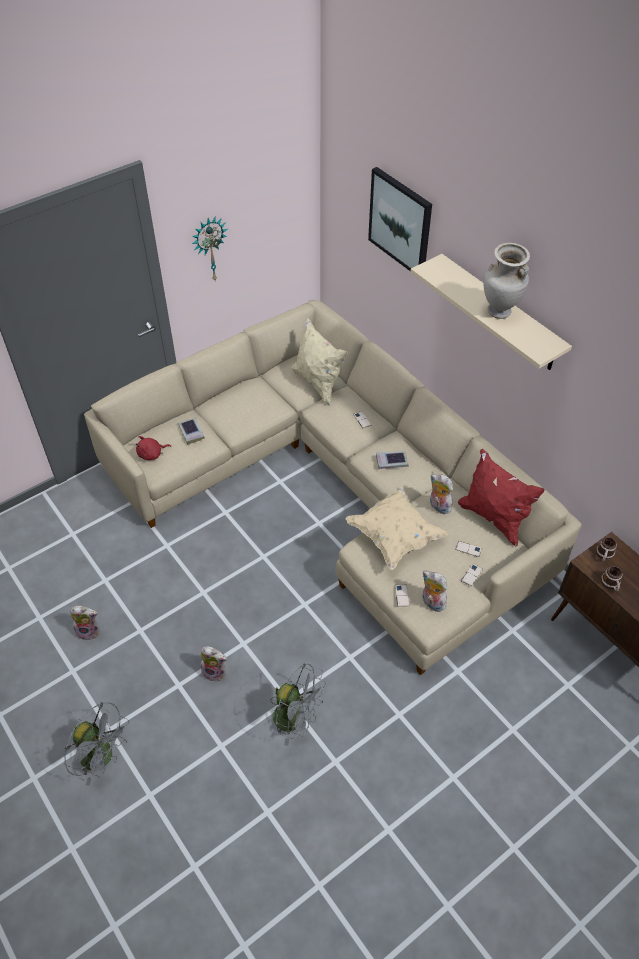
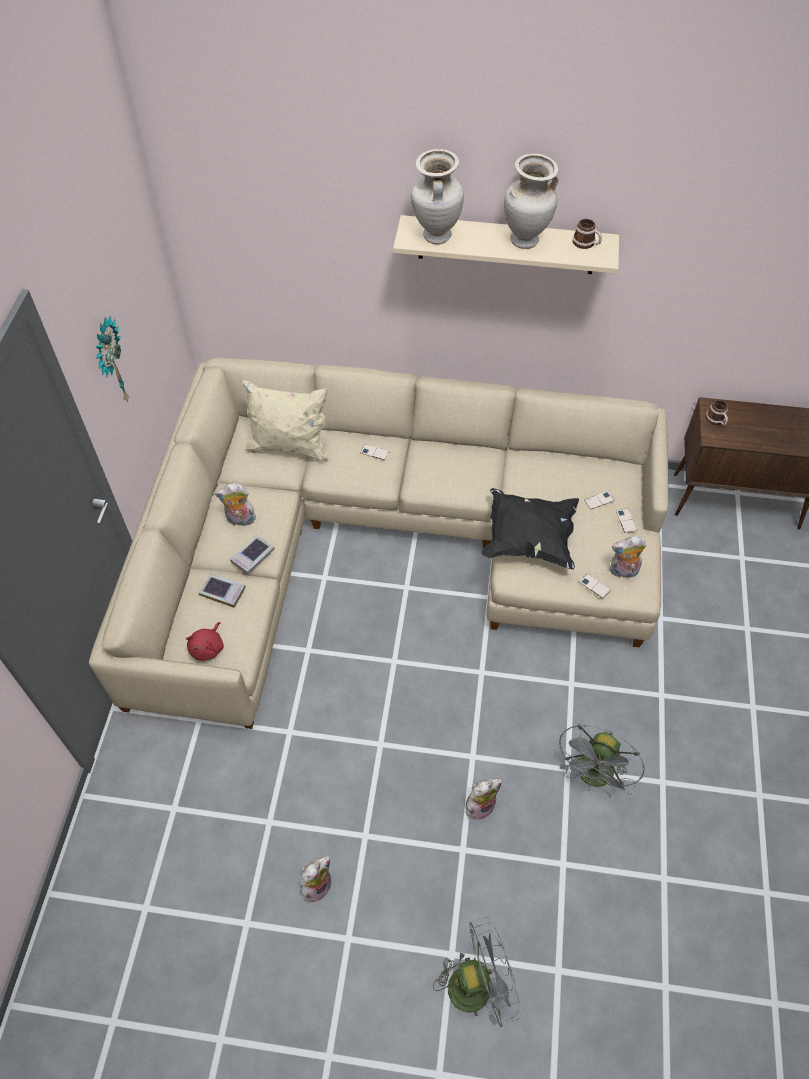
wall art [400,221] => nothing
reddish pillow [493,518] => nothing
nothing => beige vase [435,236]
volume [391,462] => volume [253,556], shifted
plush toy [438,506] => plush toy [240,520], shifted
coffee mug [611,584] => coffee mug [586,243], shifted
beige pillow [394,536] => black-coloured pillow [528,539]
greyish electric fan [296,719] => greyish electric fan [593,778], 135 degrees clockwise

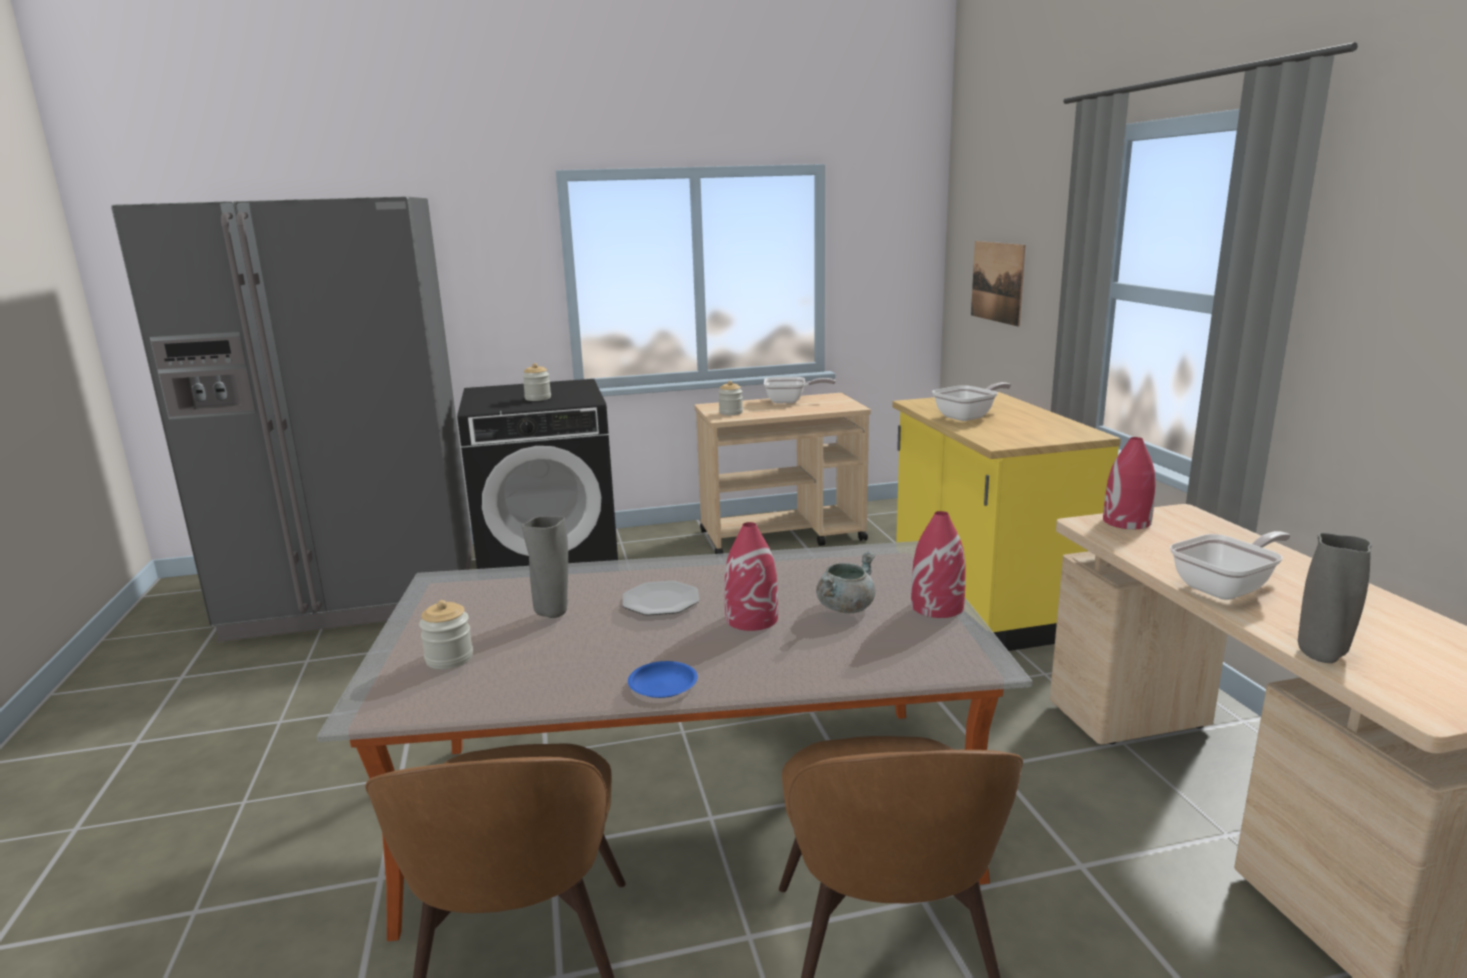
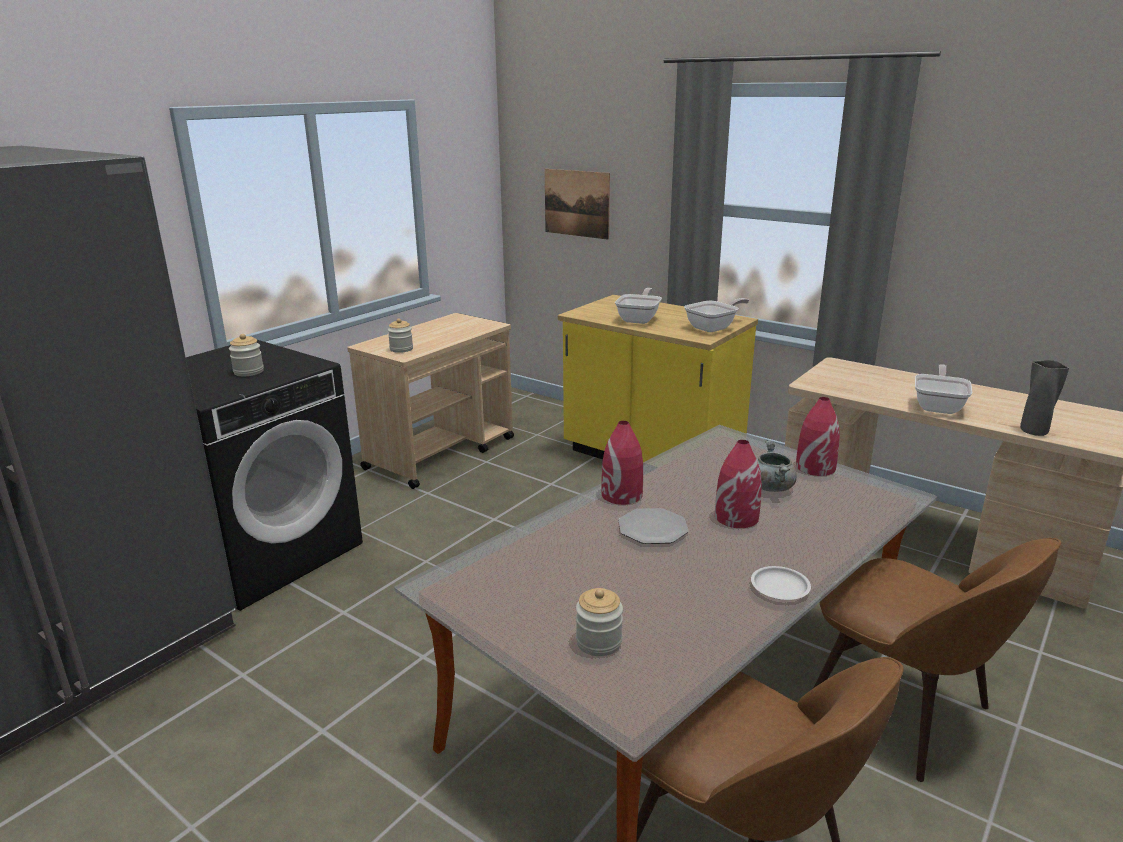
greyish vase [552,613] => nothing
pan [790,401] => pan [714,328], shifted
reddish vase [1126,522] => reddish vase [622,495], shifted
blue dinner plate [662,684] => white-coloured dinner plate [779,587]

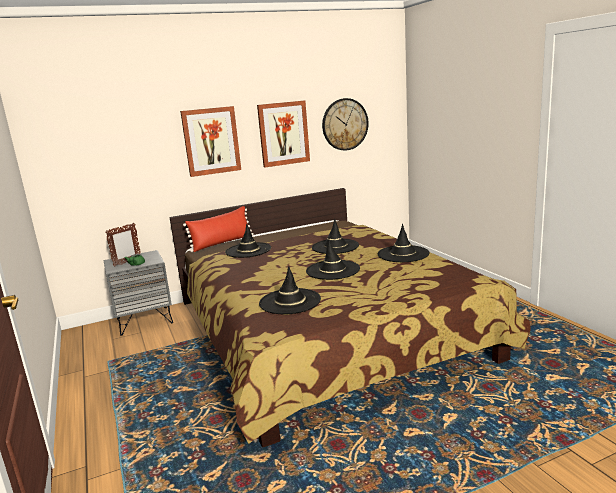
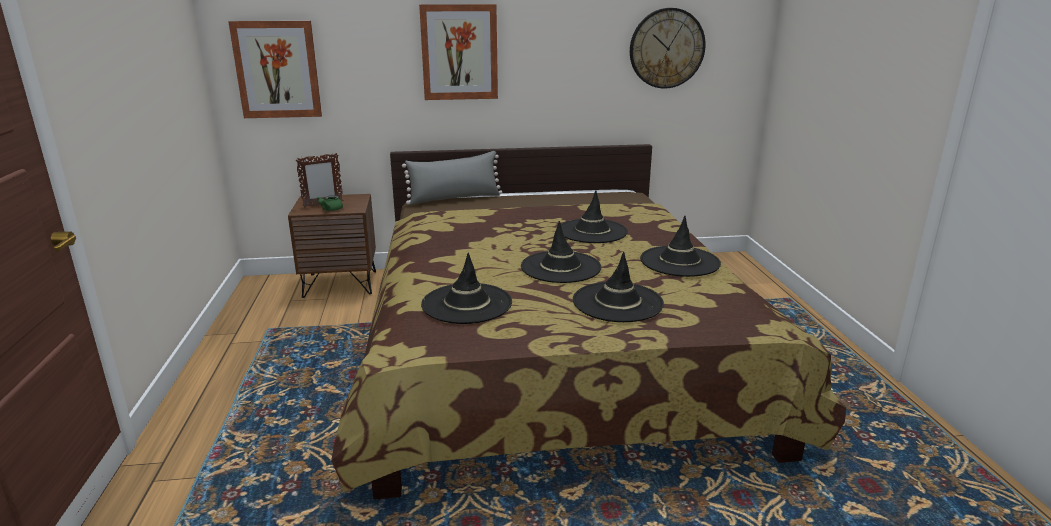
black-coloured hat [248,250] => black-coloured hat [617,302], shifted
wall art [283,133] => wall art [277,70], shifted
greyish night table [144,320] => brownish night table [341,284]
reddish pillow [222,243] => greyish pillow [454,198]

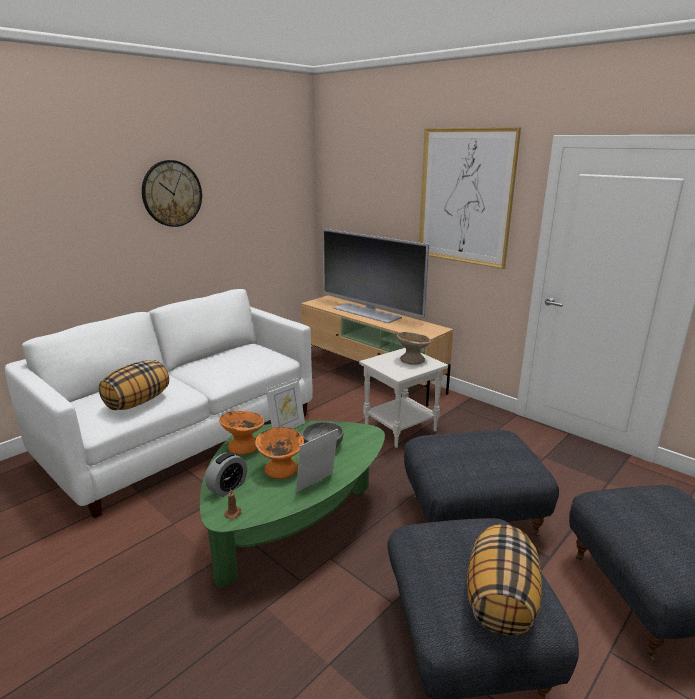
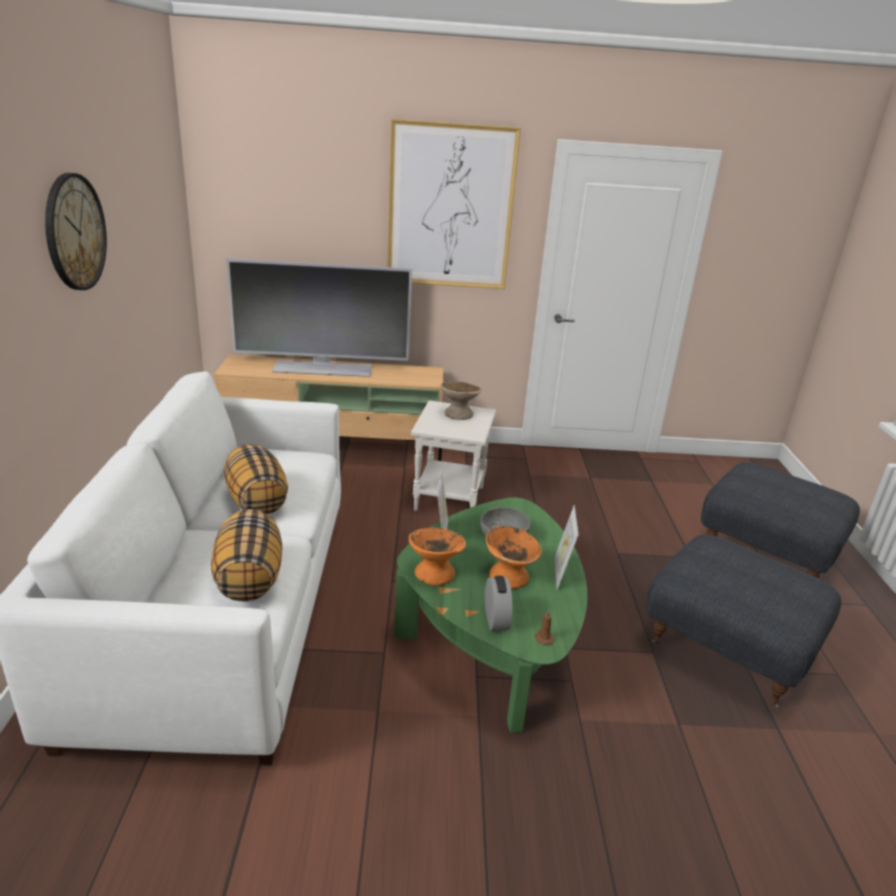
greyish footrest [472,515] => nothing
pillow [499,600] => pillow [256,501], shifted

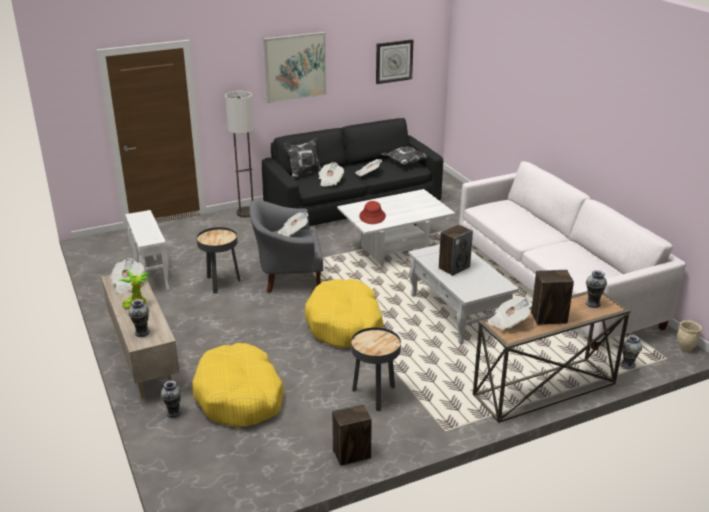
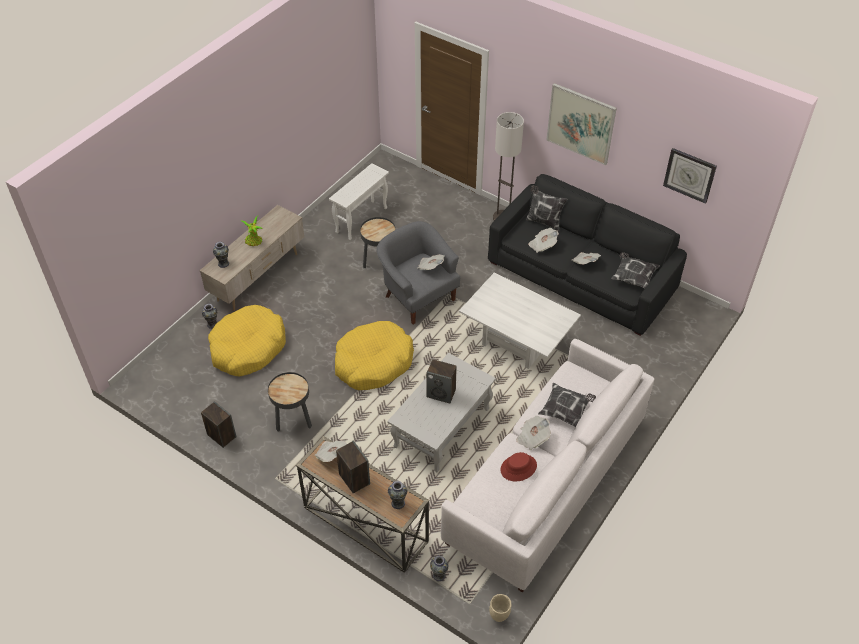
nothing => pillow [566,411]
printed paper [128,284] => printed paper [532,438], shifted
reddish hat [372,216] => reddish hat [518,468], shifted

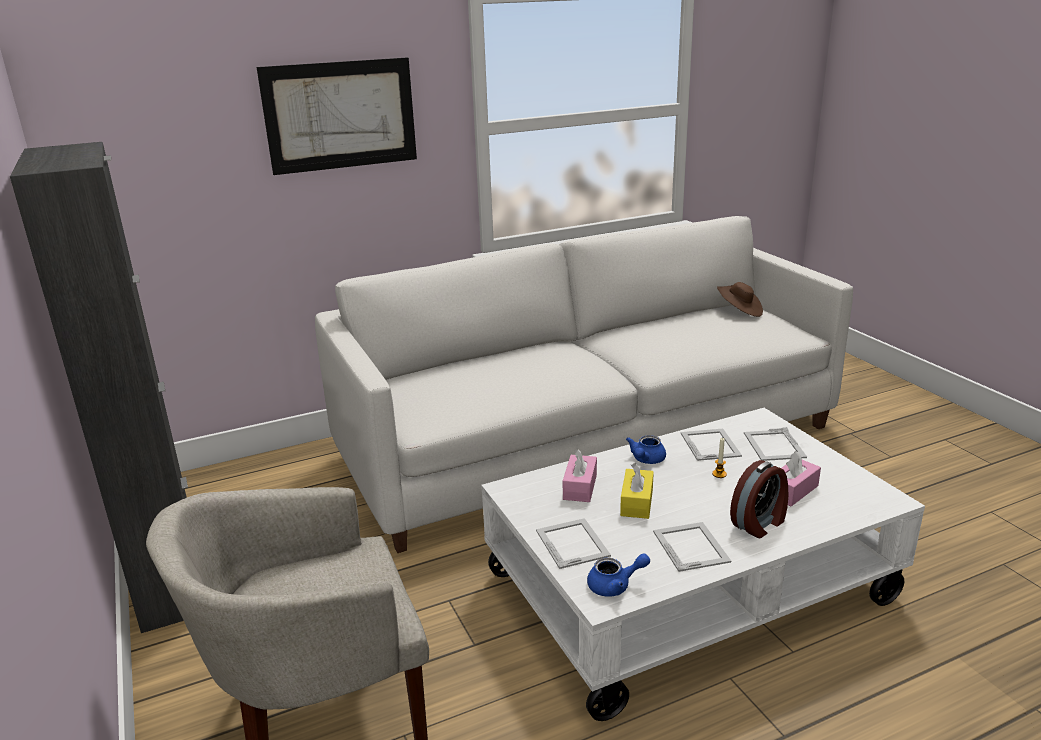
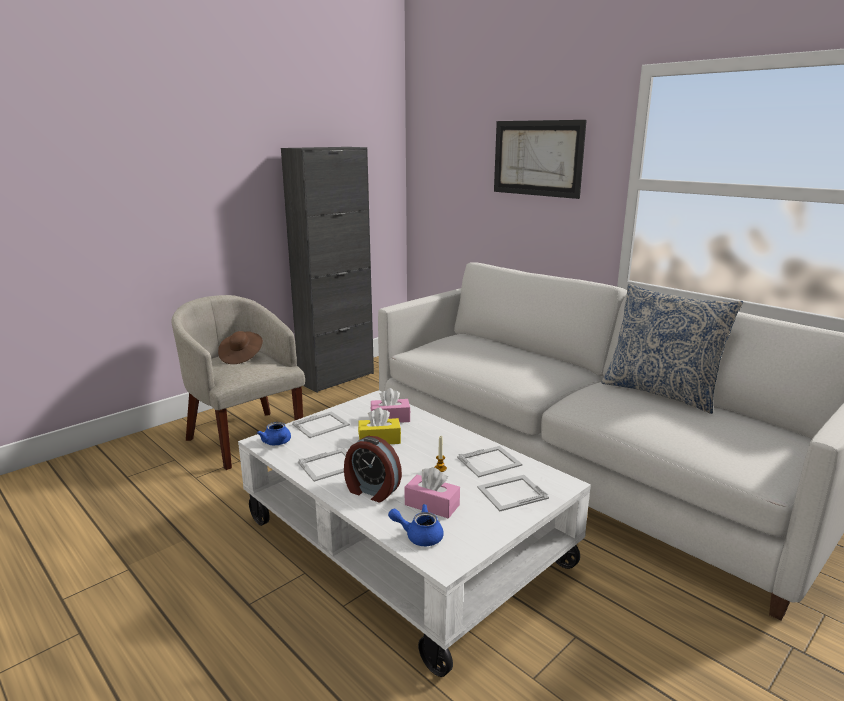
nothing => pillow [660,392]
blue teapot [646,460] => blue teapot [419,536], shifted
brownish hat [739,311] => brownish hat [241,357], shifted

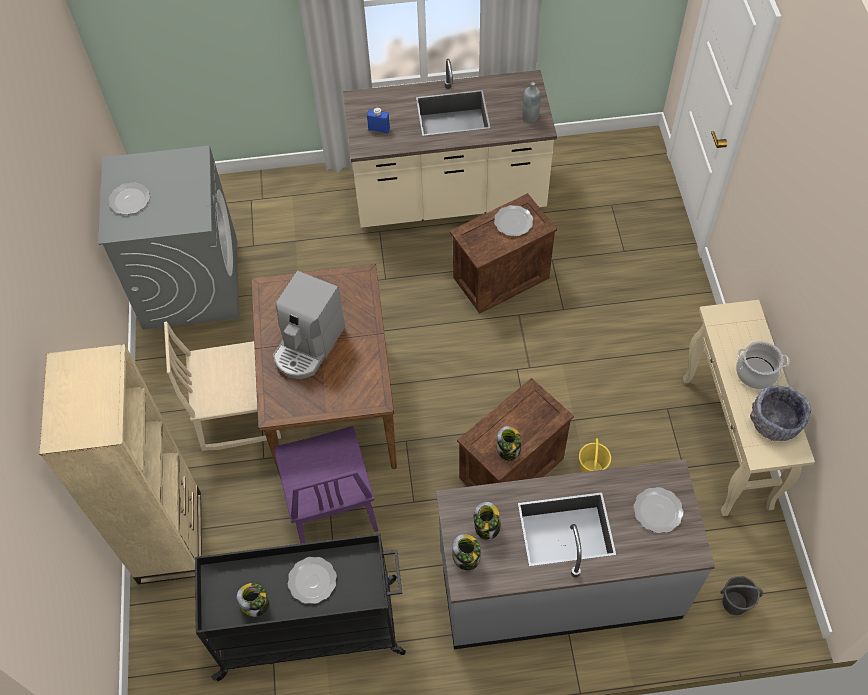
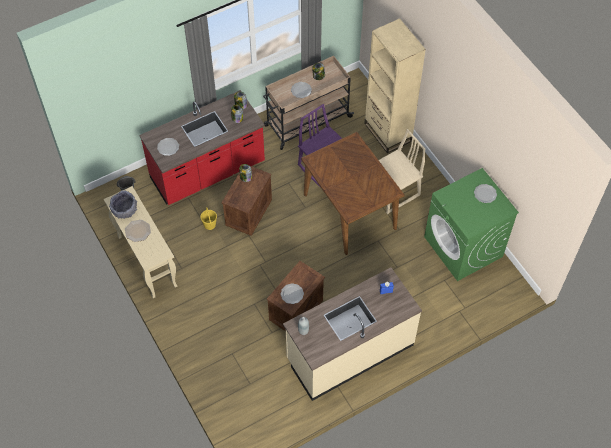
coffee machine [308,346] => nothing
saucepot [756,373] => dinner plate [138,231]
greyish laundry appliance [190,281] => greenish laundry appliance [463,247]
black-coloured cart [311,628] => beige cart [306,121]
greyish kitchen counter [559,585] => reddish kitchen counter [208,172]

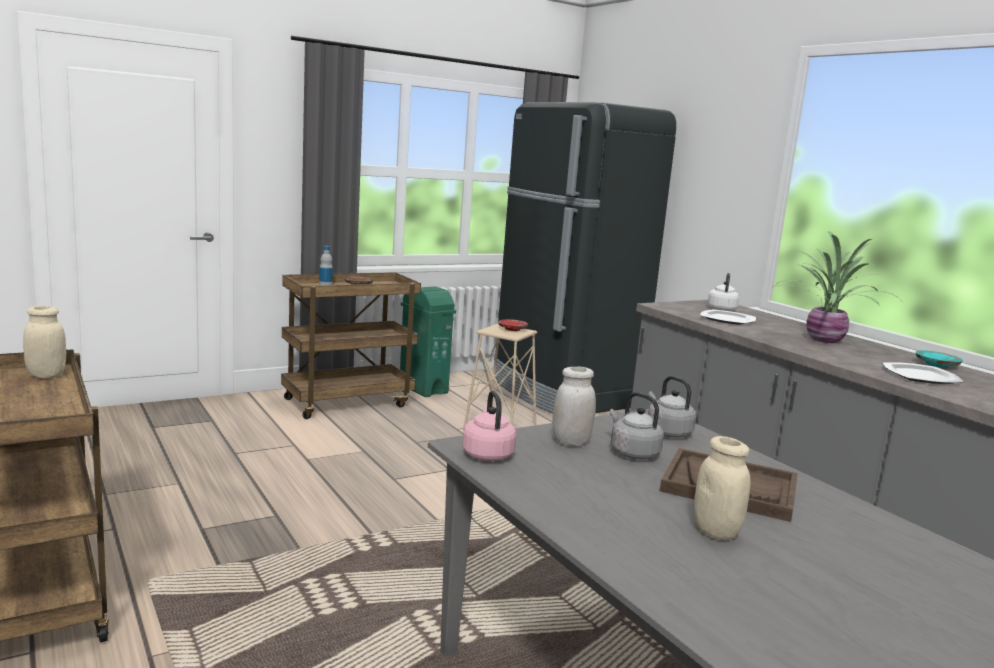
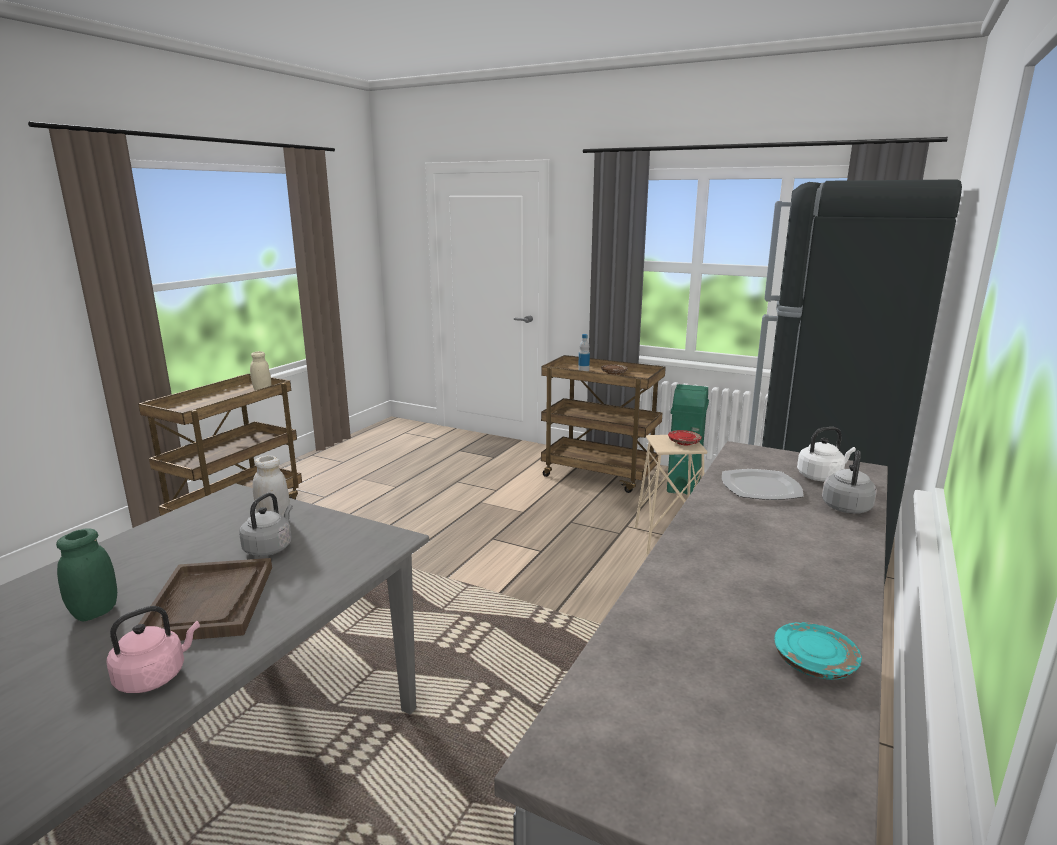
houseplant [823,340] => nothing
dinner plate [920,376] => nothing
pink tea kettle [487,454] => pink tea kettle [155,676], shifted
greyish tea kettle [667,432] => greyish tea kettle [846,506], shifted
beige jar [716,532] => greenish jar [95,612]

